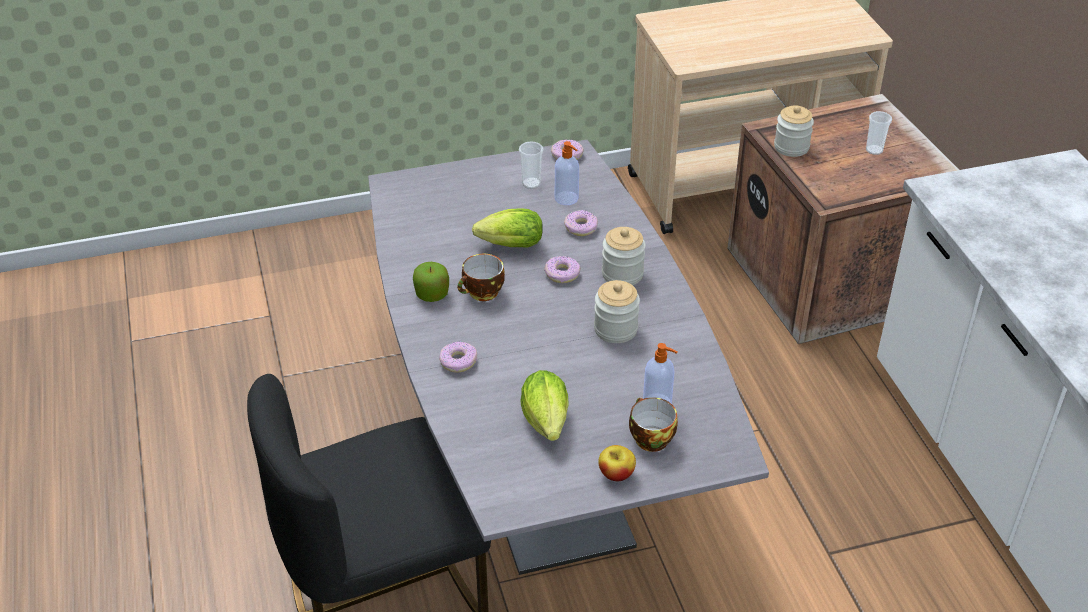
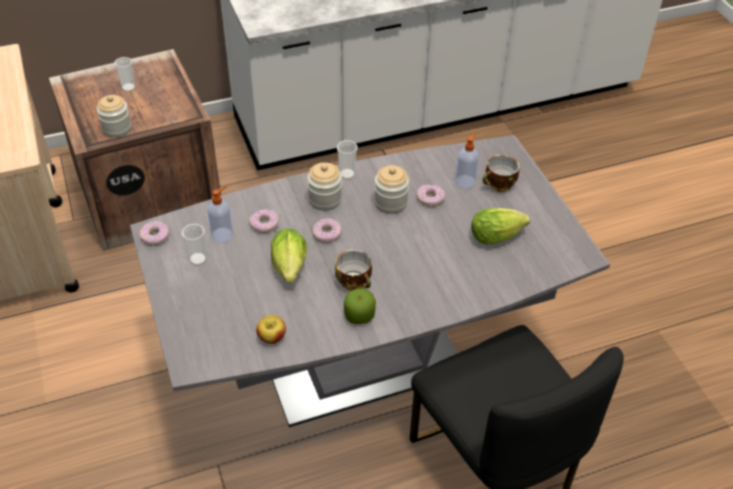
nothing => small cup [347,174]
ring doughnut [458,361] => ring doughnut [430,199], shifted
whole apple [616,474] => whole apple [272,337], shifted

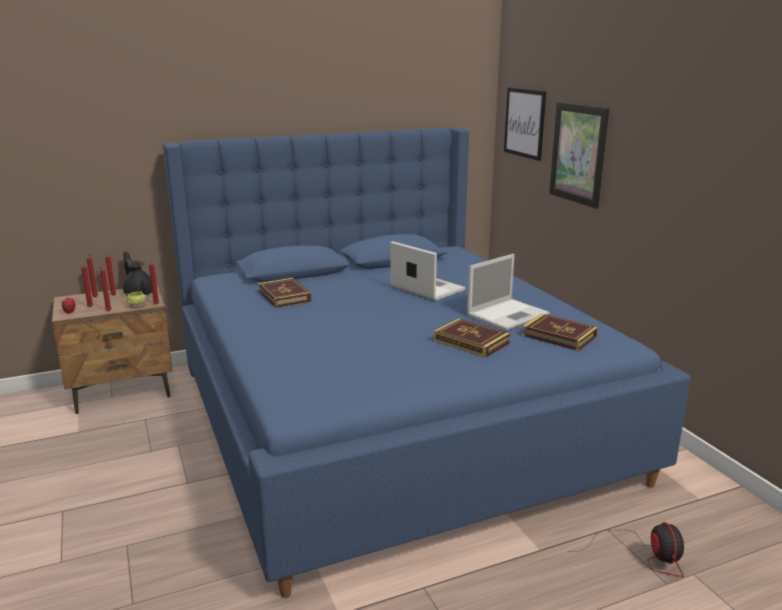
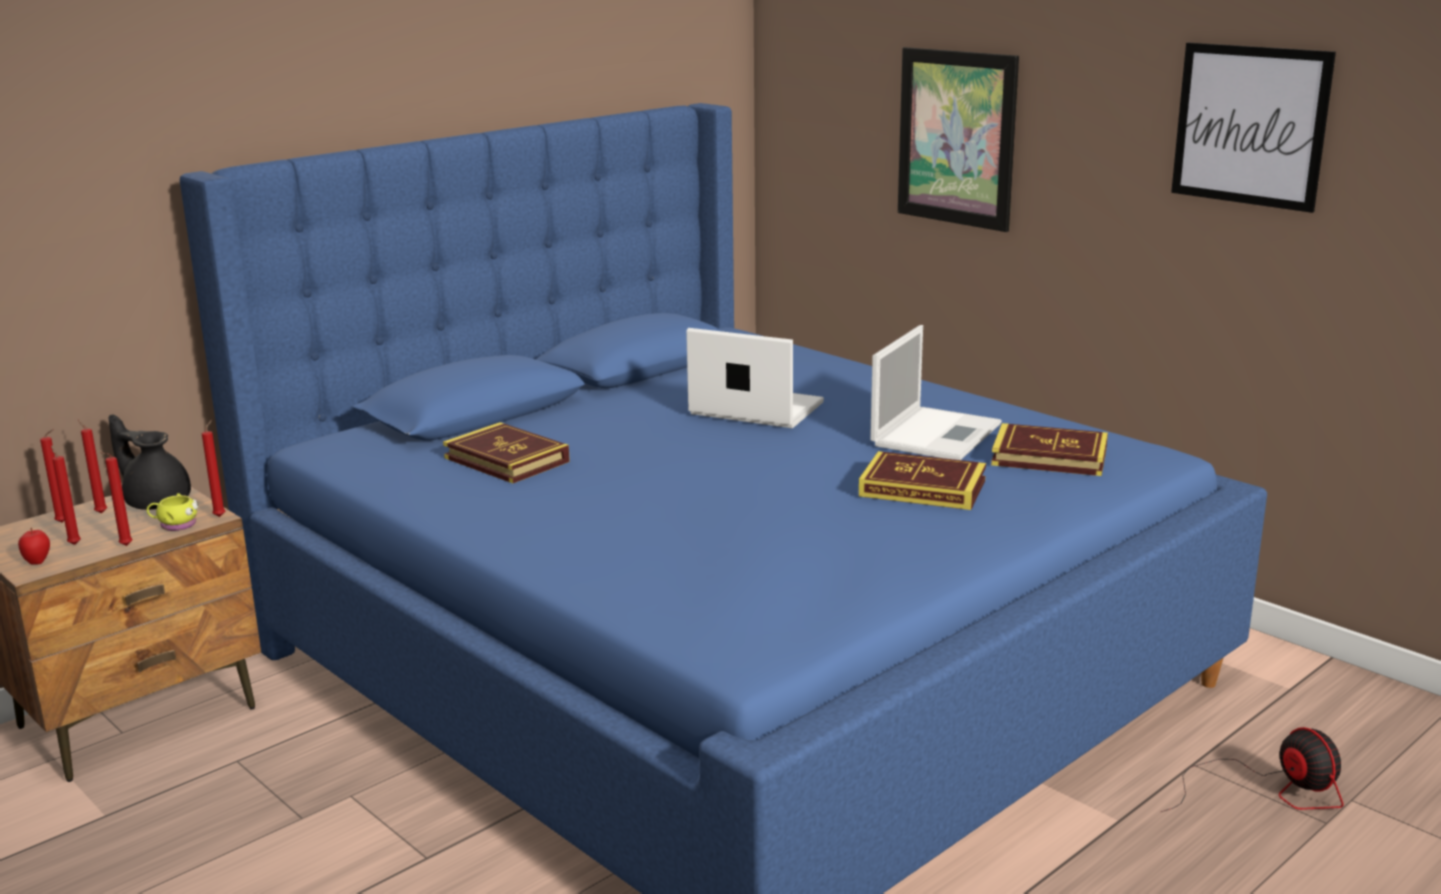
wall art [524,123] => wall art [1250,125], shifted

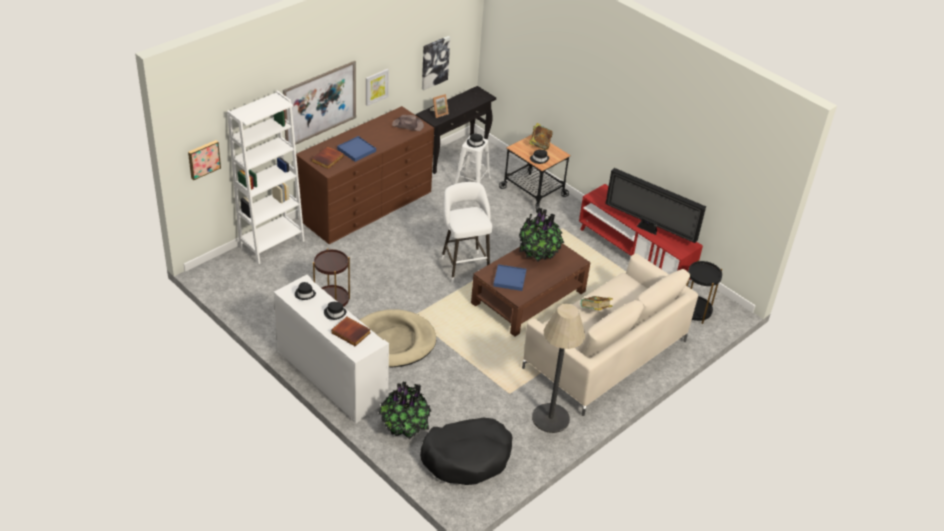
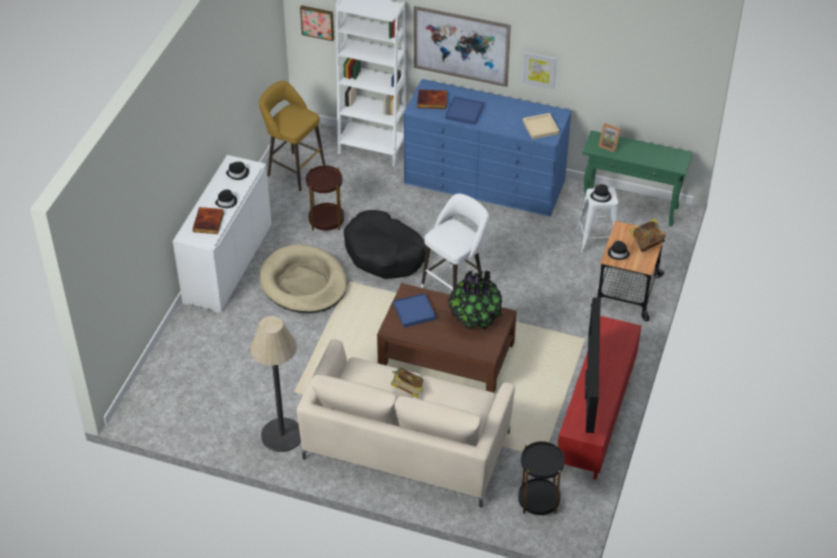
houseplant [404,427] => nothing
wall art [434,62] => nothing
nothing => yellow-coloured stool seat [293,170]
black-coloured pet bed [467,457] => black-coloured pet bed [385,253], shifted
brownish hat [408,125] => beige carrying tray [540,128]
brownish dresser [366,205] => blue dresser [484,182]
black-coloured hall table [453,154] => greenish hall table [631,207]

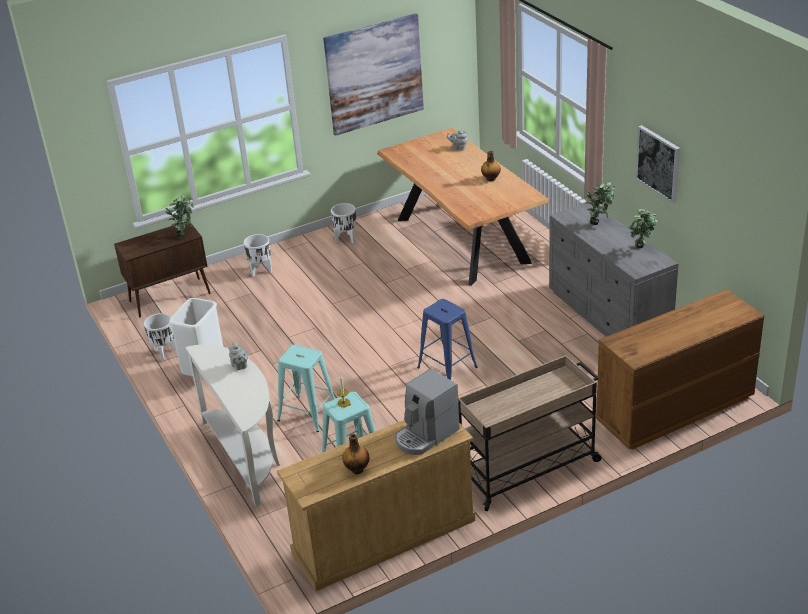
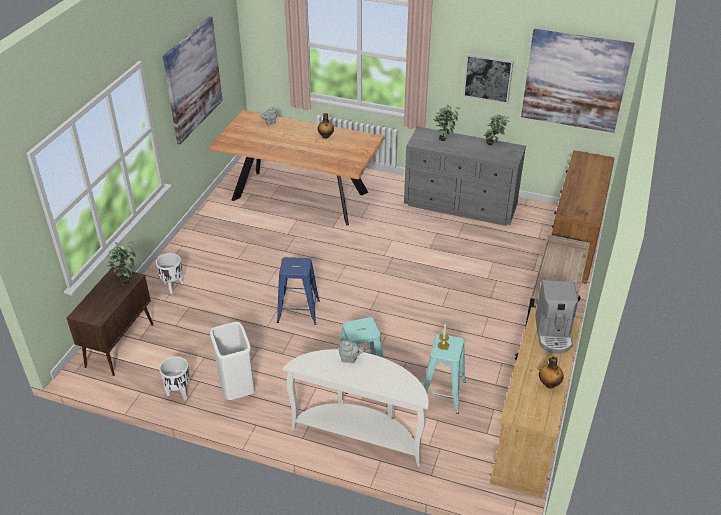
white-coloured plant pot [346,239] => nothing
nothing => wall art [575,80]
blue stool seat [447,367] => blue stool seat [298,311], shifted

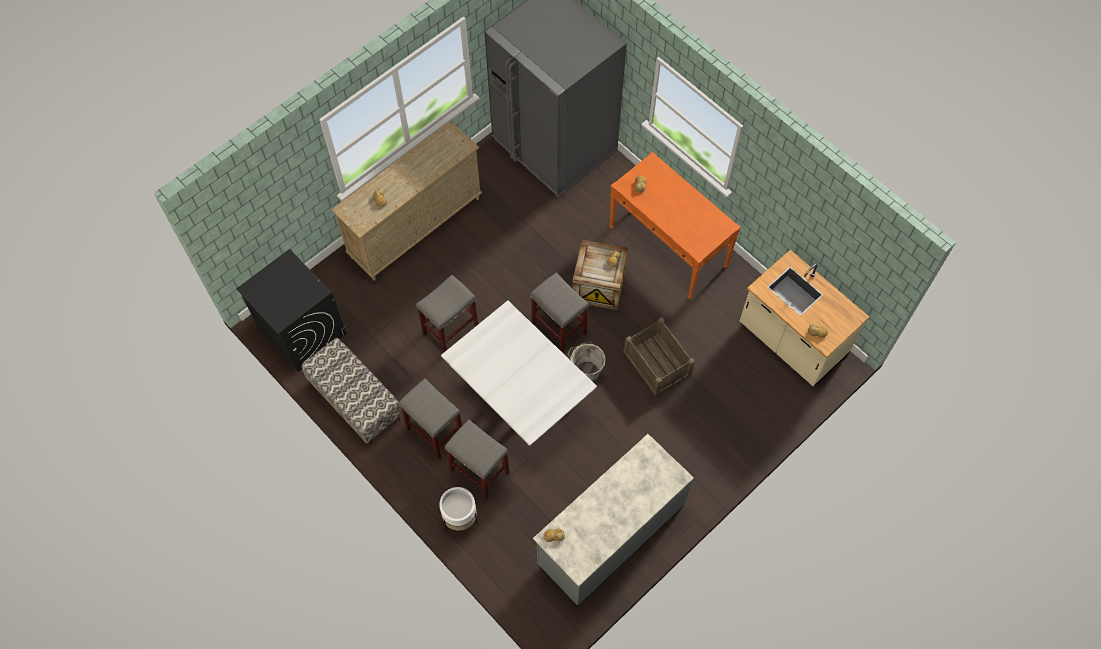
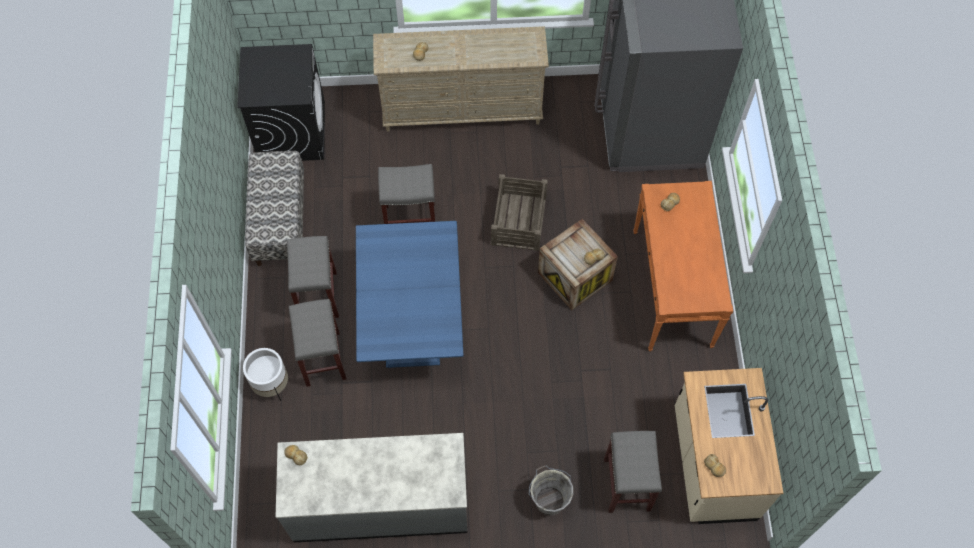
greyish stool seat [559,329] => greyish stool seat [627,485], shifted
greyish water bucket [586,372] => greyish water bucket [549,500], shifted
crate [657,362] => crate [519,220], shifted
white-coloured dining table [520,400] => blue dining table [413,324]

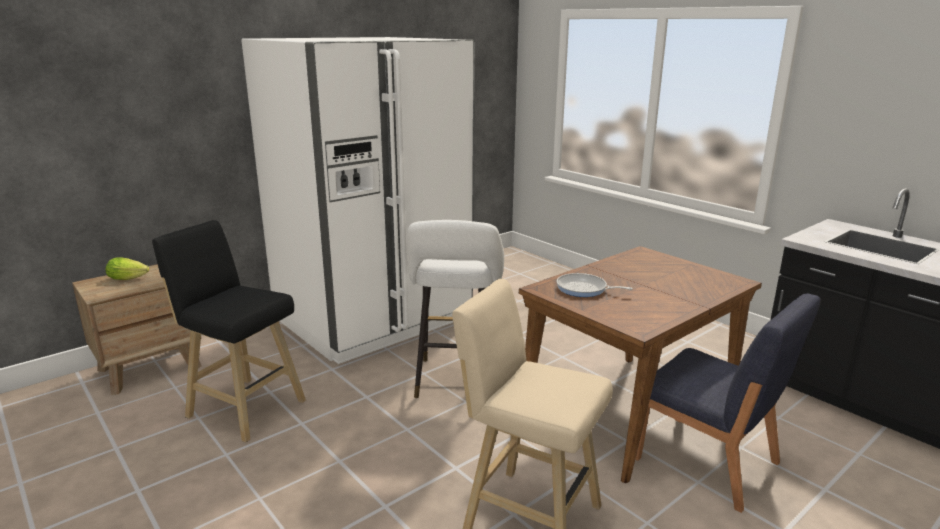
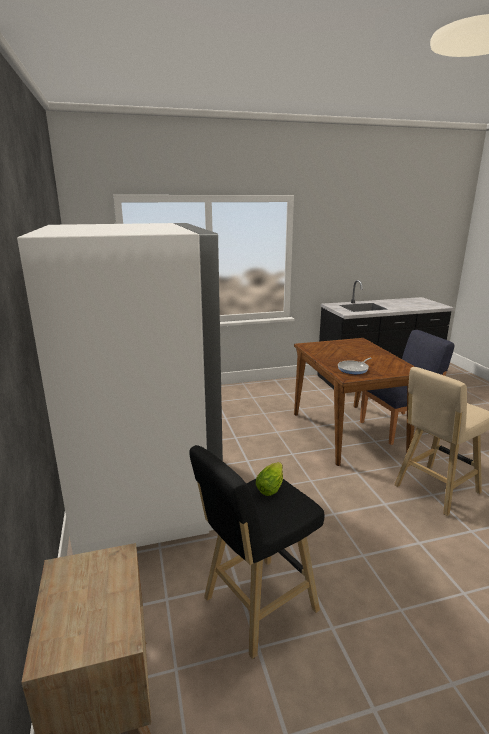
white-coloured stool seat [456,382] => nothing
lettuce [129,278] => lettuce [271,486], shifted

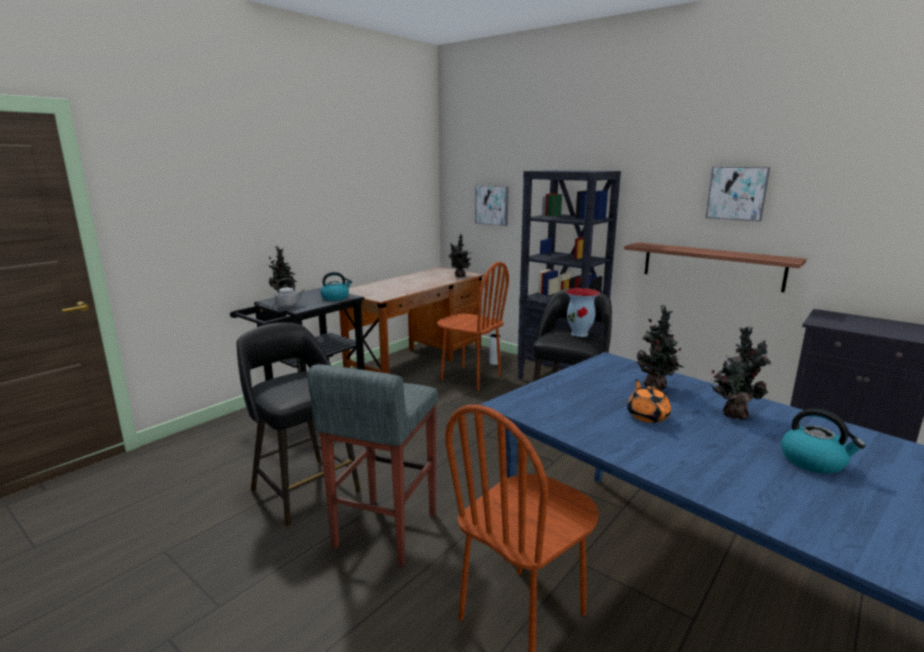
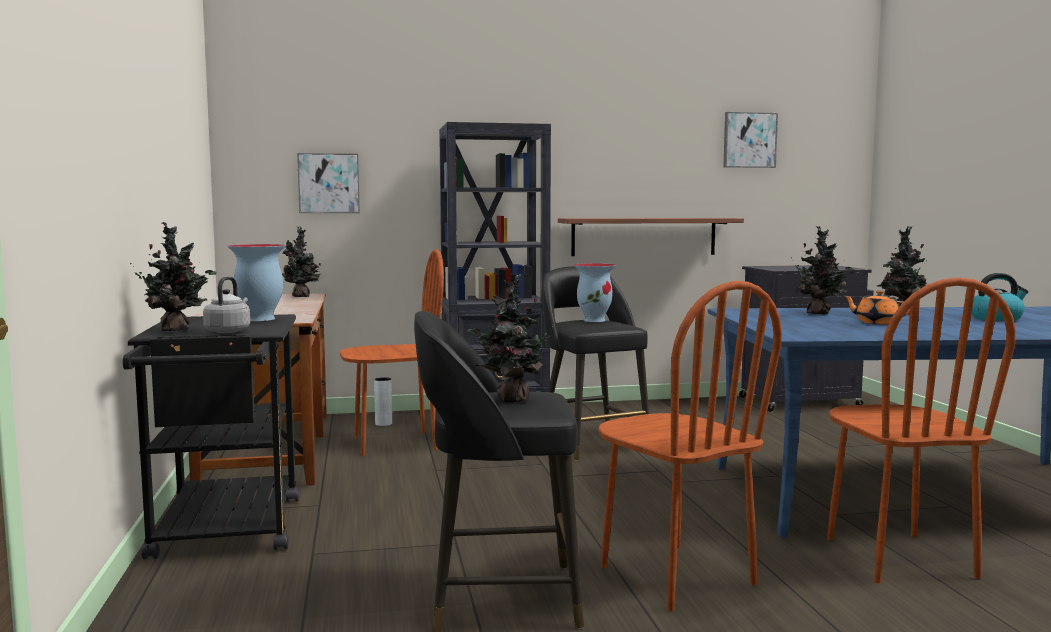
nothing => houseplant [510,399]
wall art [737,193] => wall art [749,140], shifted
greyish stool seat [384,530] => brownish plain chair [675,576]
tea kettle [335,297] => vase [258,319]

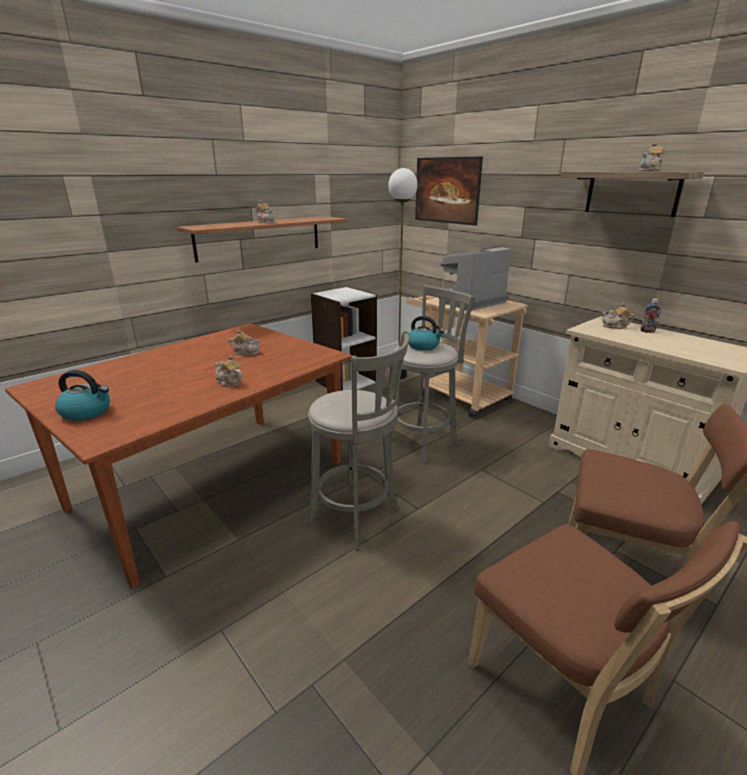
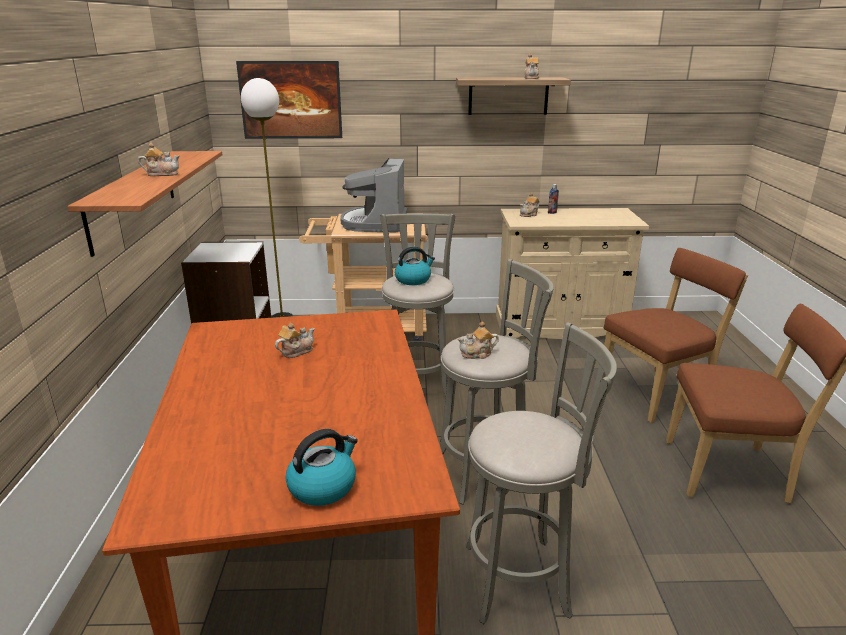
nothing => greyish stool seat [523,579]
teapot [228,382] => teapot [477,354], shifted

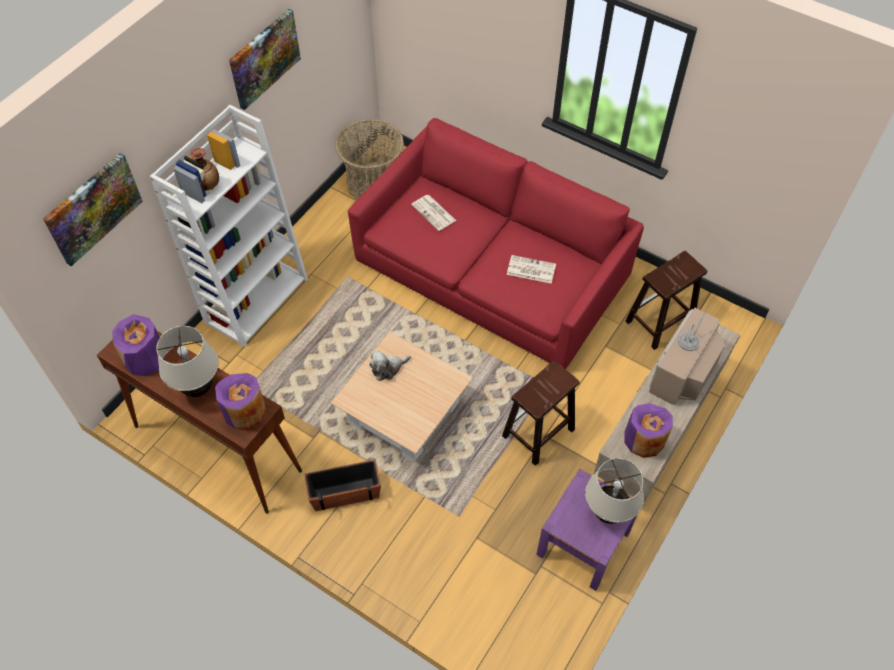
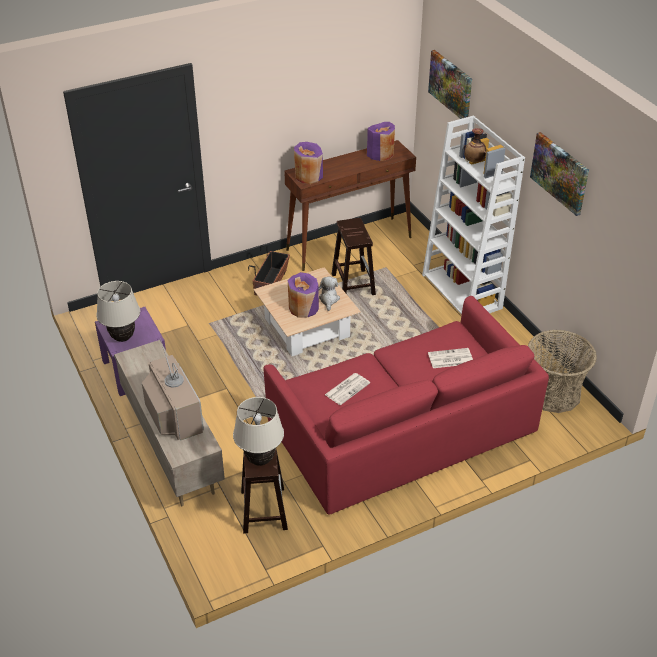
beige lamp for a table [198,388] => beige lamp for a table [260,460], shifted
brownish stool seat [537,433] => brownish stool seat [352,284], shifted
purplish vase [644,440] => purplish vase [303,308], shifted

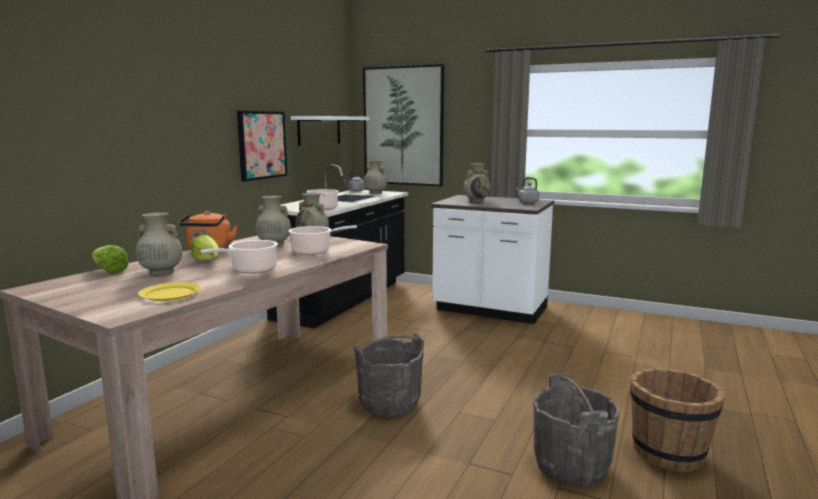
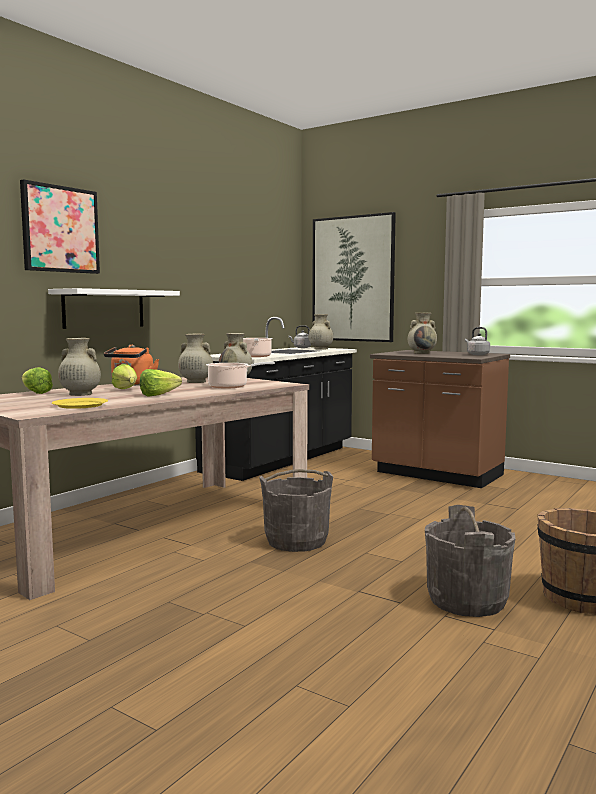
wall art [261,145] => wall art [60,229], shifted
white-coloured wall shelf [319,130] => white-coloured wall shelf [104,309], shifted
saucepot [251,270] => lettuce [162,395]
white-coloured kitchen counter [490,310] => brownish kitchen counter [436,474]

